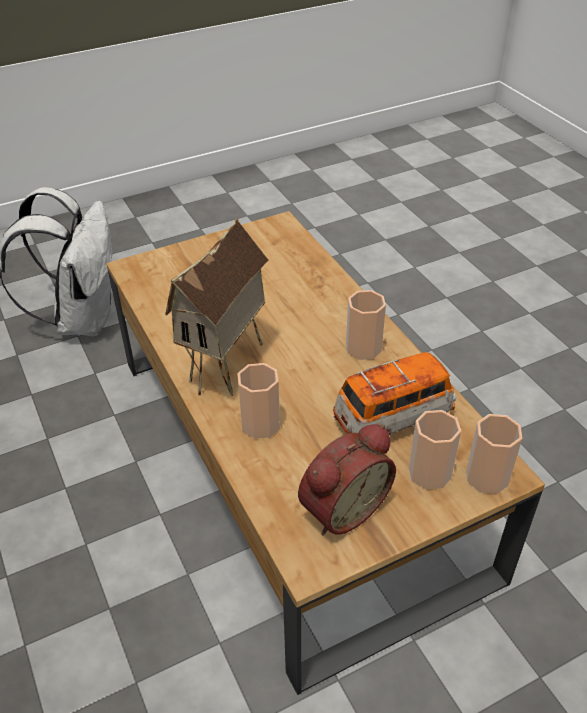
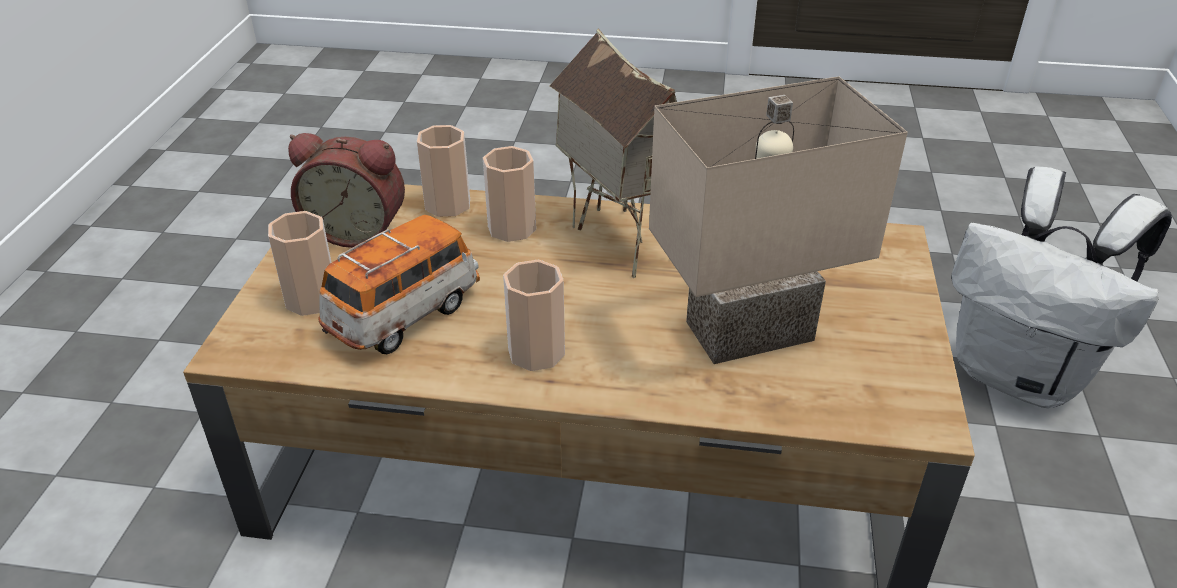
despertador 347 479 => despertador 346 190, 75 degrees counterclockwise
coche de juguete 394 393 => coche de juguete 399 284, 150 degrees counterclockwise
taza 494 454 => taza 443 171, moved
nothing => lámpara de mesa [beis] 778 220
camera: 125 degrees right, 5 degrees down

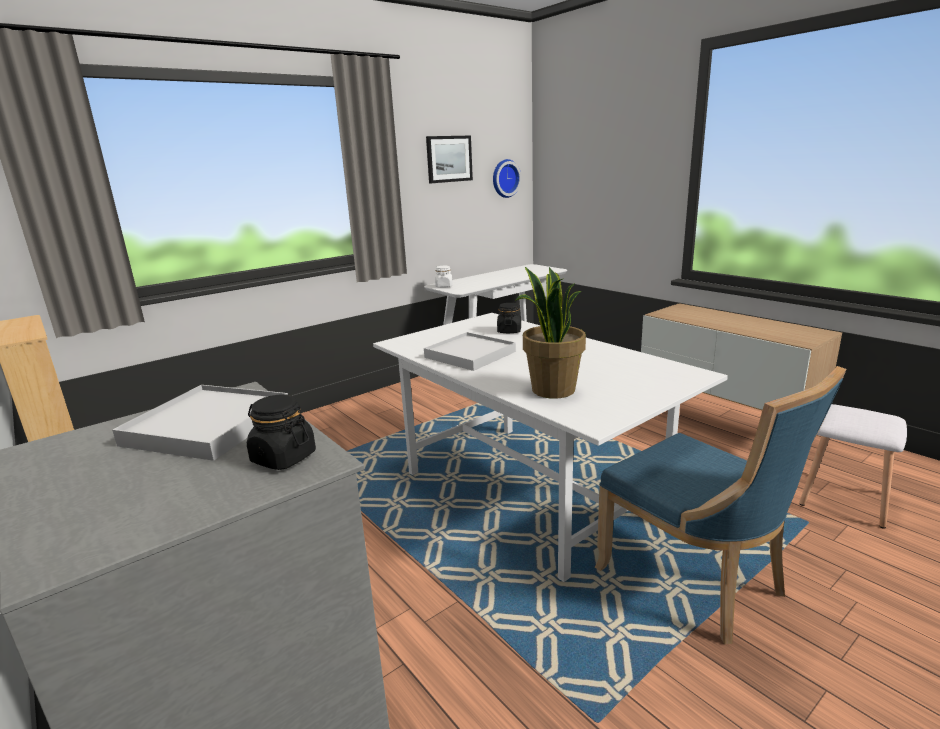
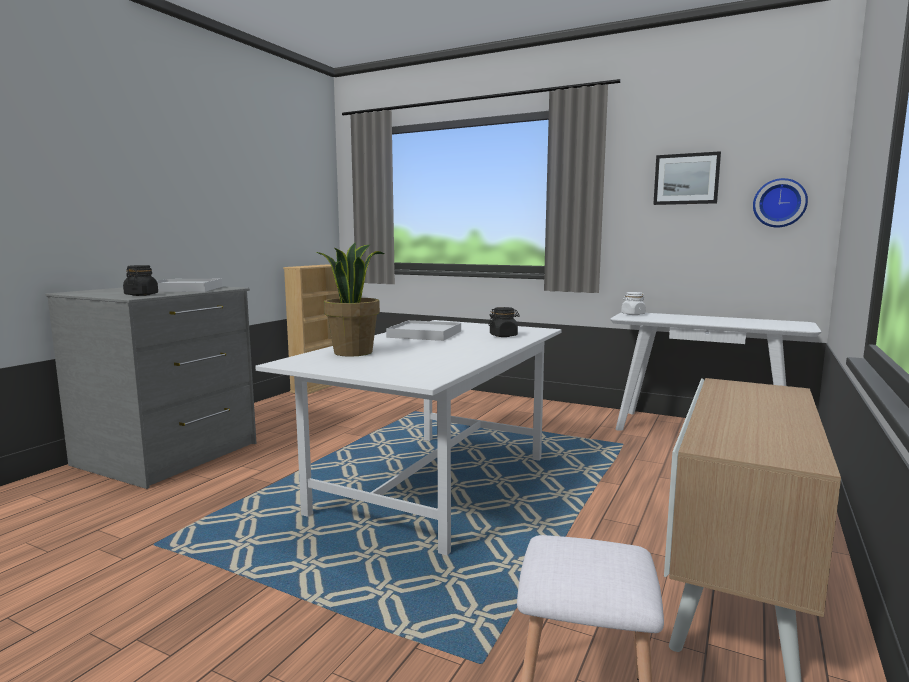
silla [azul] 721 505 => nothing
camera: 65 degrees right, 10 degrees down

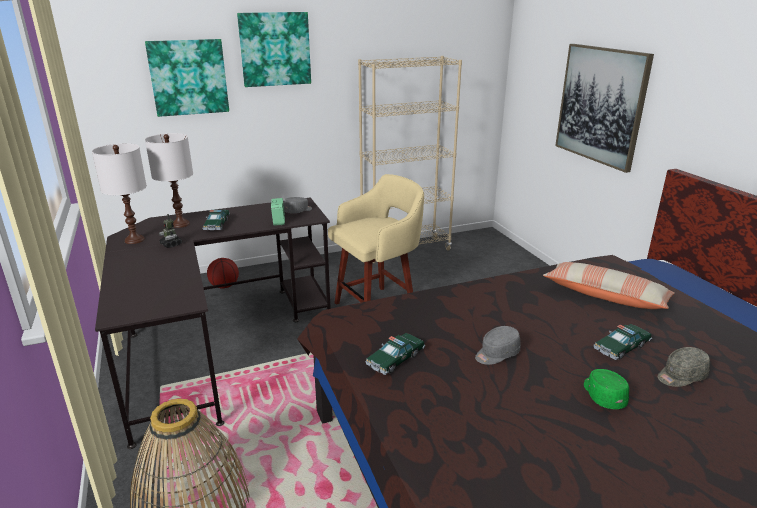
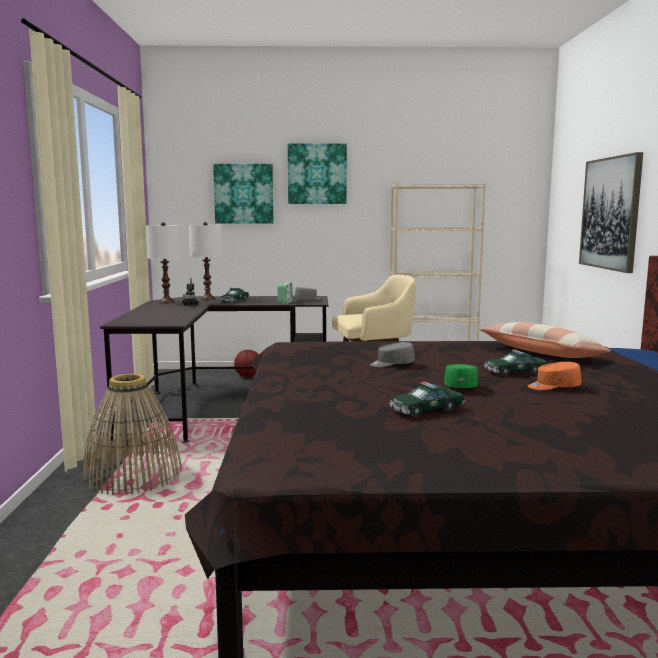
coche de juguete 395 354 => coche de juguete 427 399, moved
gorra [gris] 684 367 => gorra [naranja] 554 376
camera: 20 degrees right, 15 degrees down

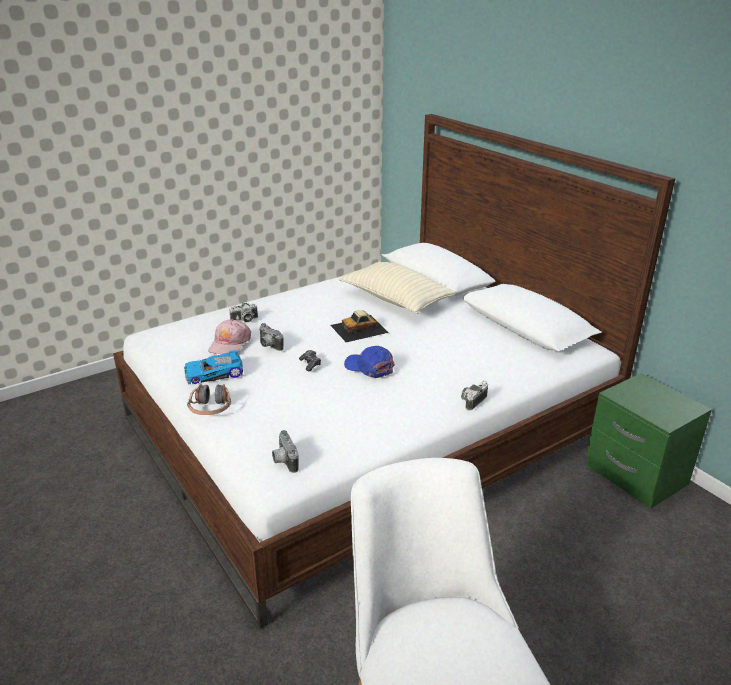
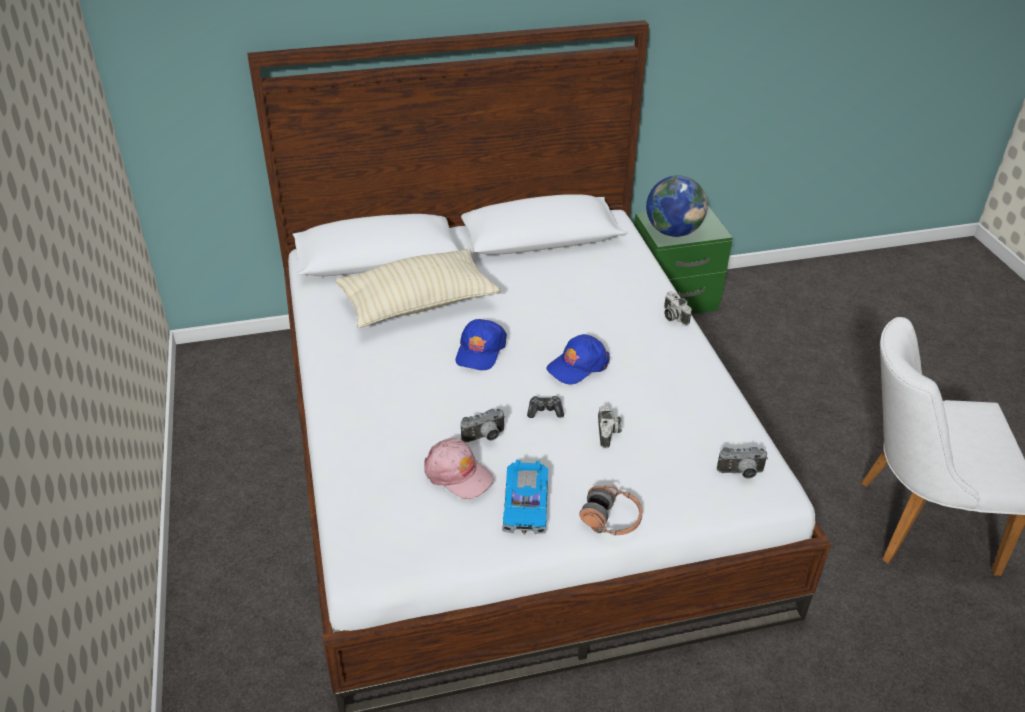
coche de juguete 359 326 => gorra [azul] 481 344
cámara 243 312 => cámara 610 426, moved
nothing => globo terráqueo 677 206
camera: 70 degrees left, 10 degrees up

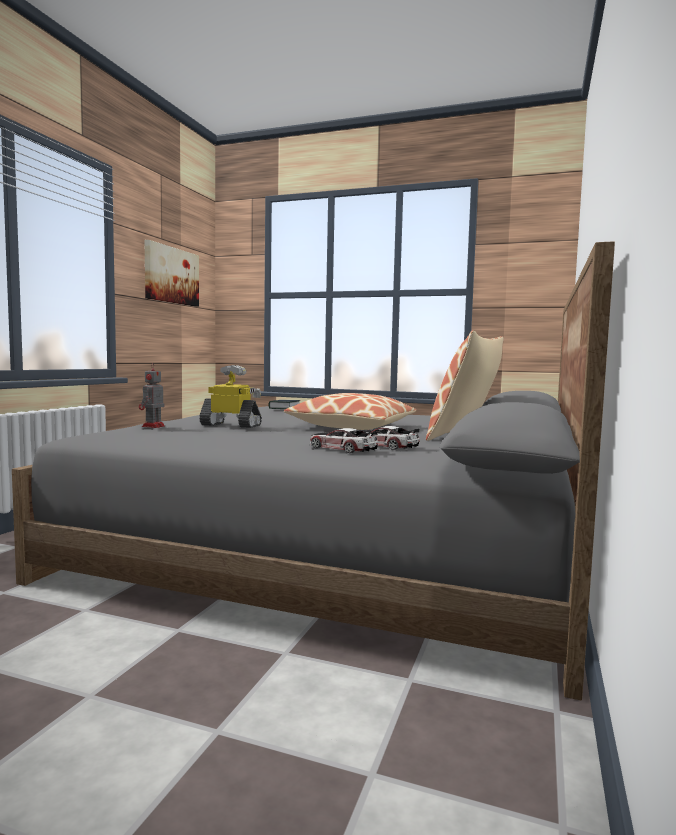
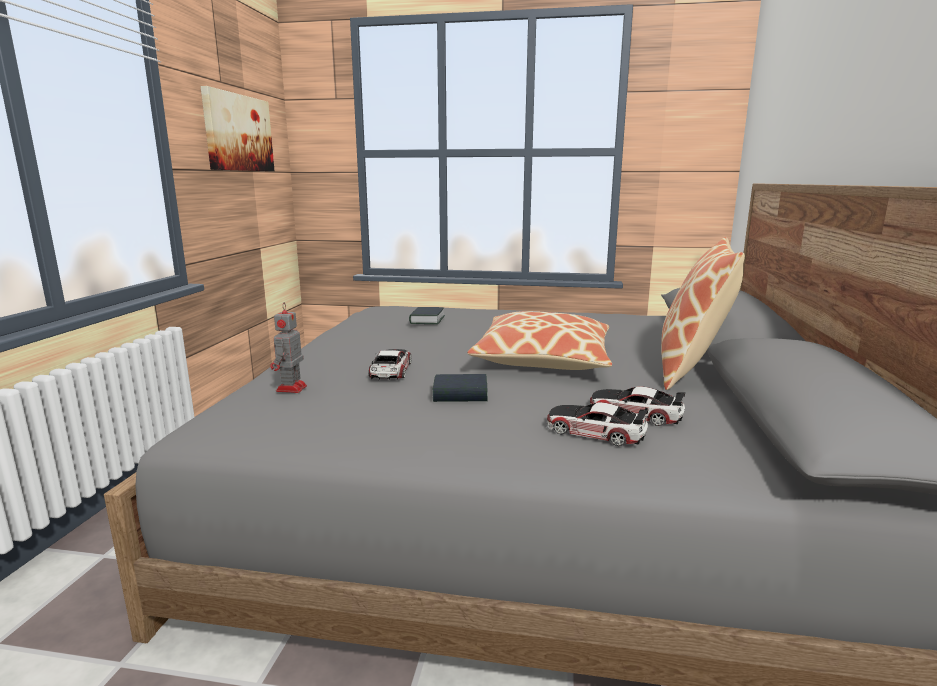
robot de juguete 230 396 => coche de juguete 390 364
nothing => libro 460 388
camera: 10 degrees left, 10 degrees up

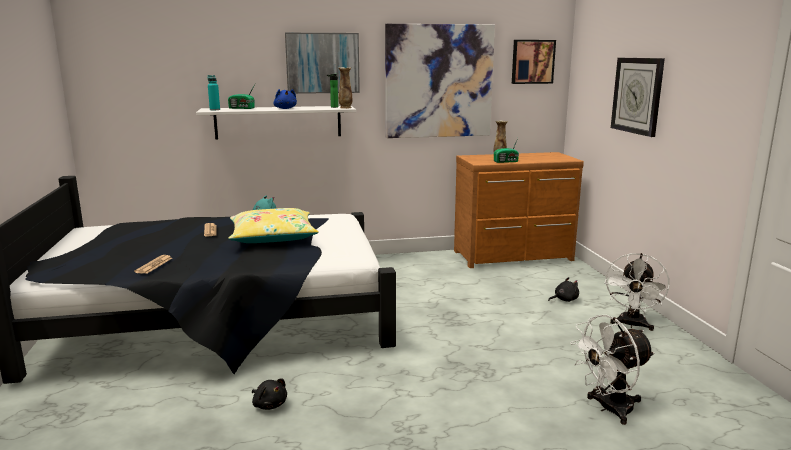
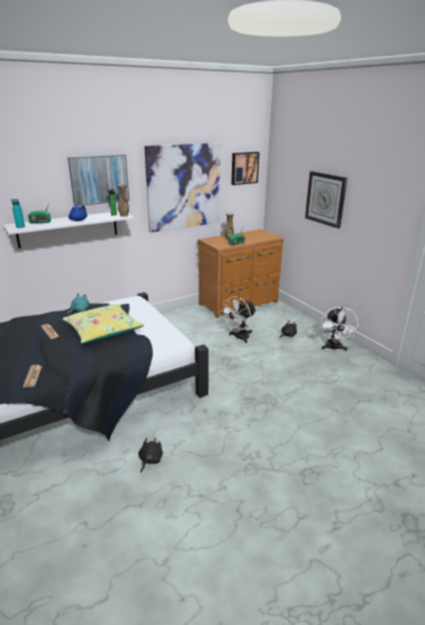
peluche [negro] 269 394 => peluche [negro] 150 455, 90 degrees counterclockwise
ventilador [blanco] 612 370 => ventilador [blanco] 238 319, moved
camera: 20 degrees left, 10 degrees up

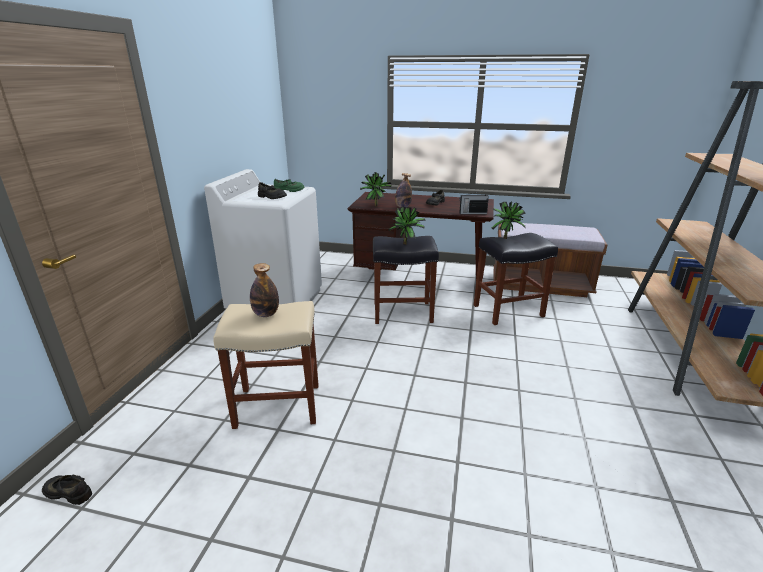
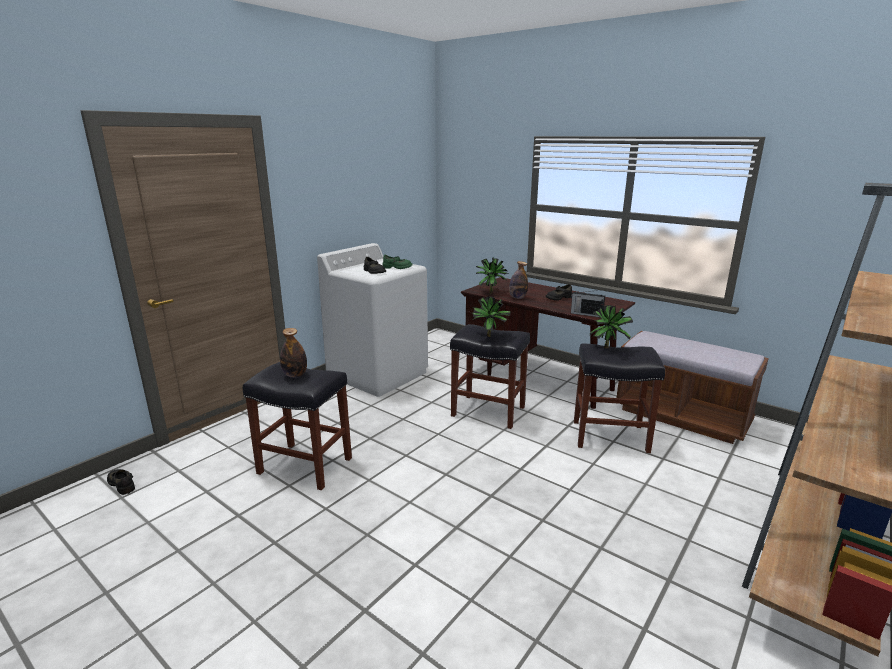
taburete [beis] 266 365 => taburete [negro] 297 426
camera: 25 degrees right, 5 degrees down

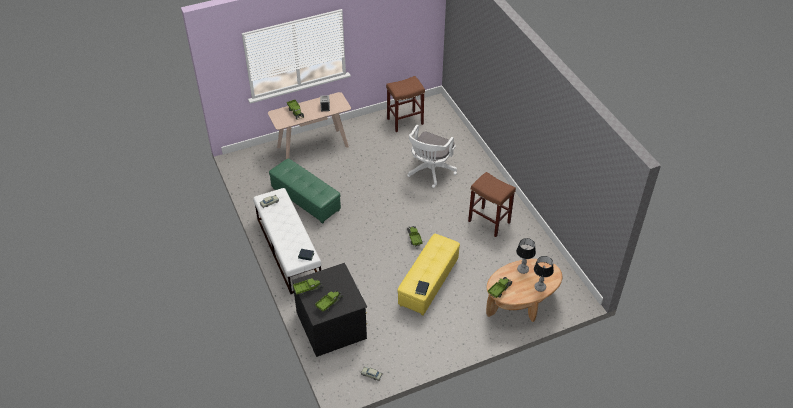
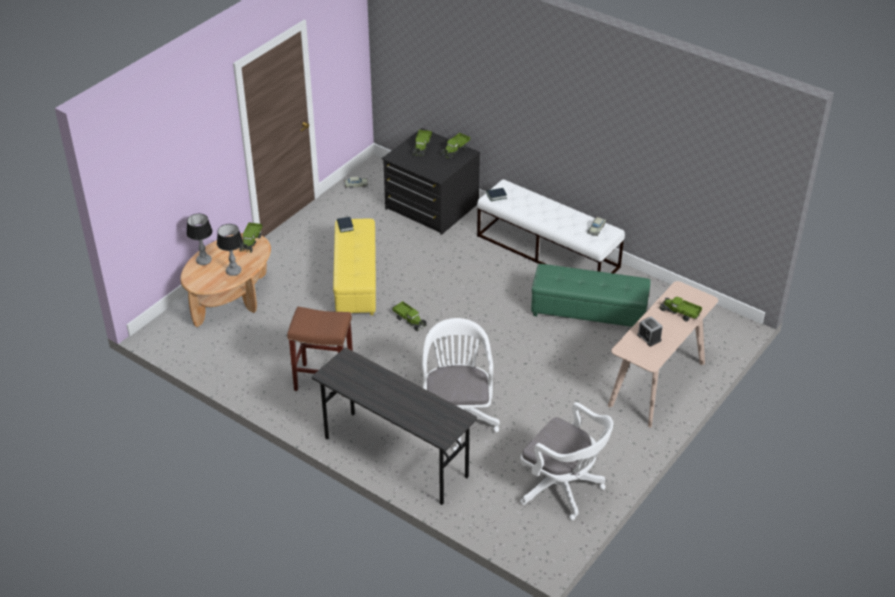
nothing => escritorio [gris] 394 426
taburete [marrón] 405 104 => silla de oficina [blanco] 566 461
camera: 150 degrees right, 5 degrees down

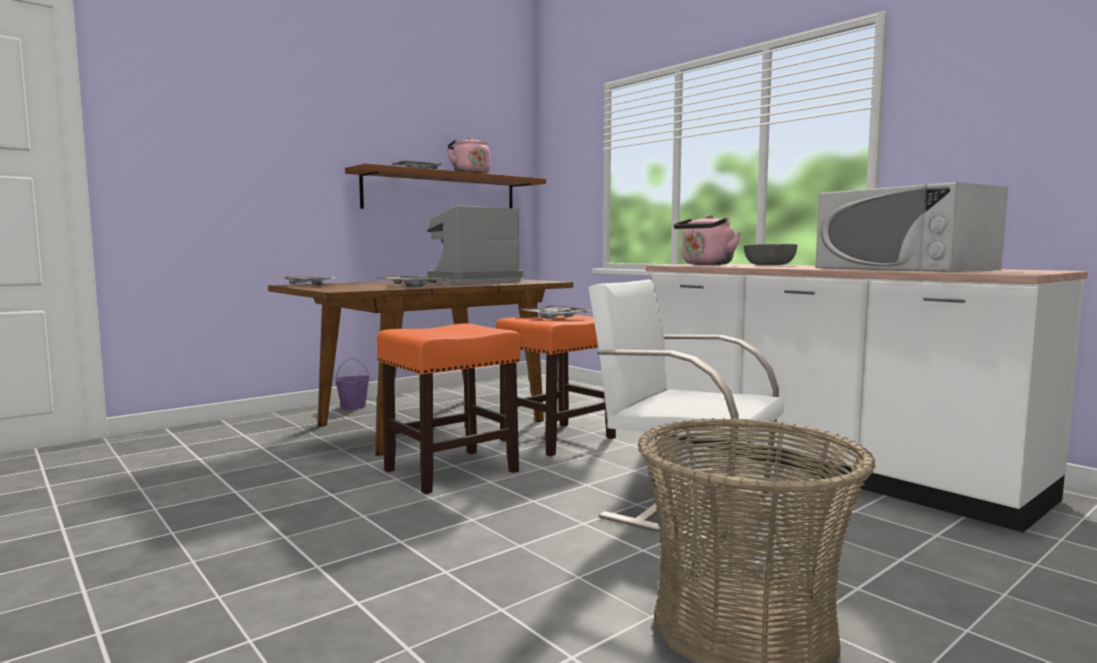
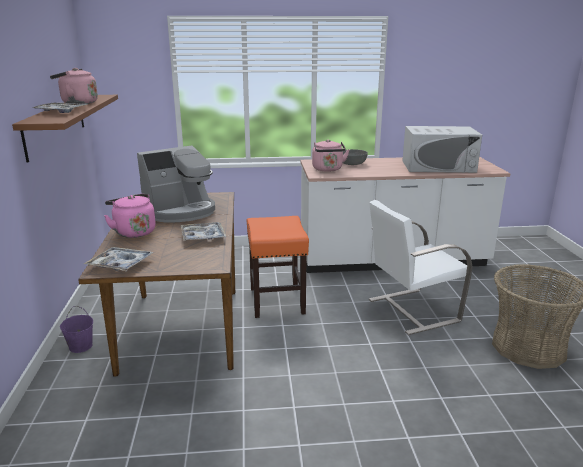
nothing => hervidor [rosa] 130 216
cafetera 475 245 => cafetera 176 184, 120 degrees counterclockwise
taburete [naranja] 449 408 => nothing
bandeja 555 312 => nothing
camera: 55 degrees left, 15 degrees up

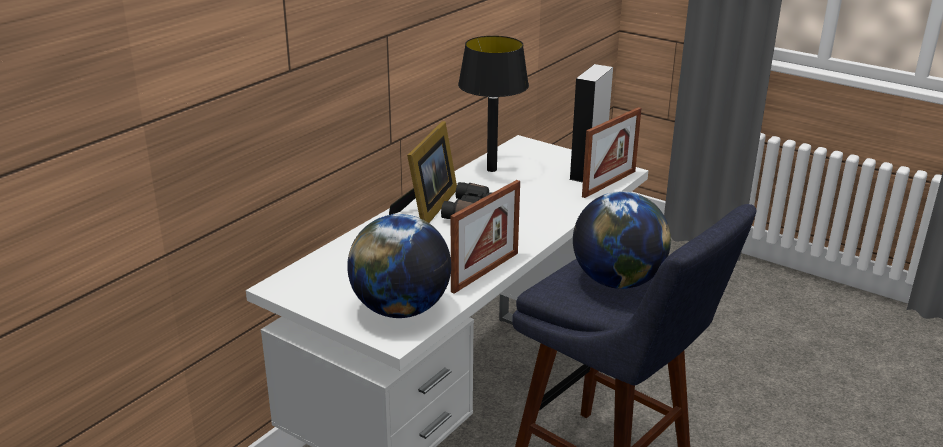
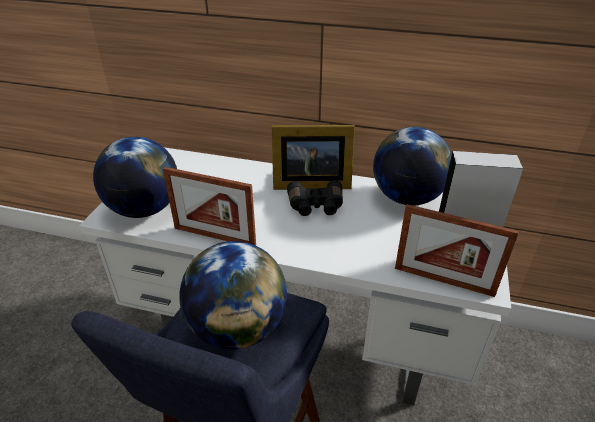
lámpara de mesa [negro] 493 104 => globo terráqueo 412 166
camera: 70 degrees right, 10 degrees up

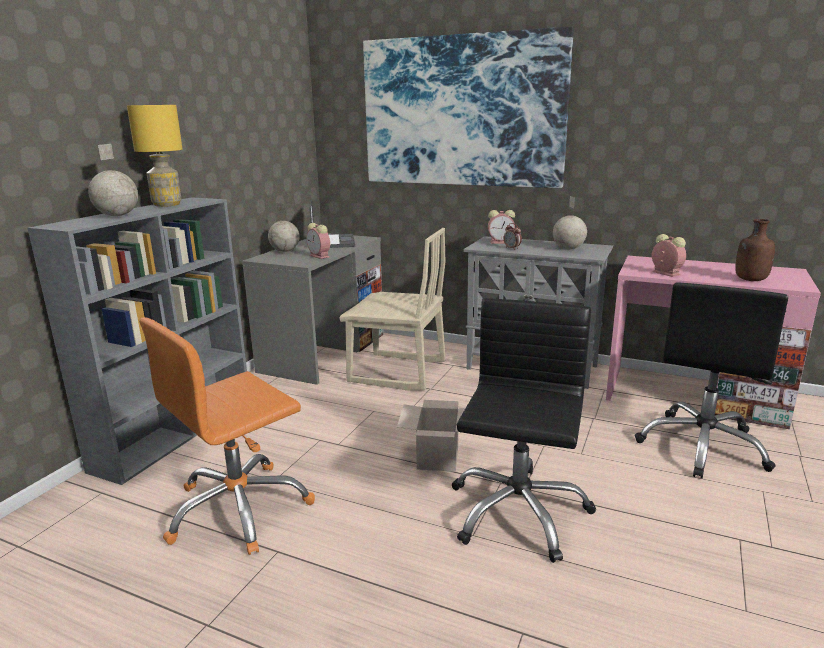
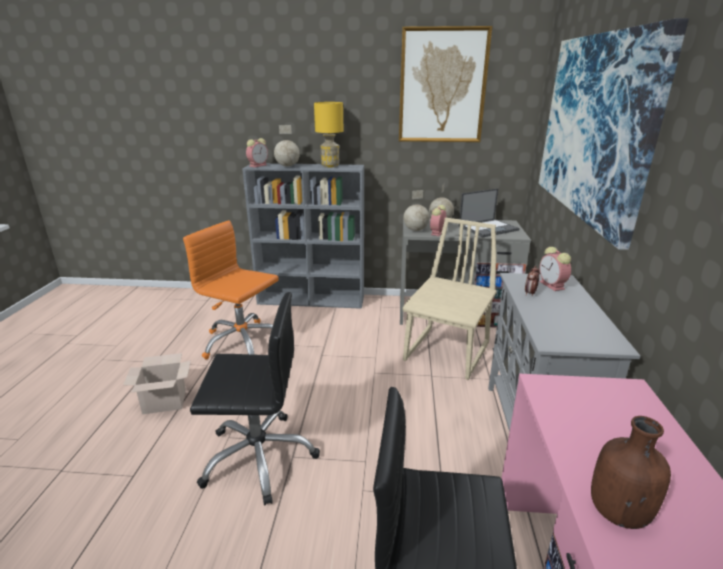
caja de cartón 431 436 => caja de cartón 157 383, moved
despertador 669 255 => despertador 257 152, moved
nothing => cuadro 445 84
globo terráqueo 570 222 => globo terráqueo 416 210, moved
silla [beis] 392 309 => silla [beis] 450 299, 150 degrees counterclockwise
camera: 70 degrees right, 5 degrees up

